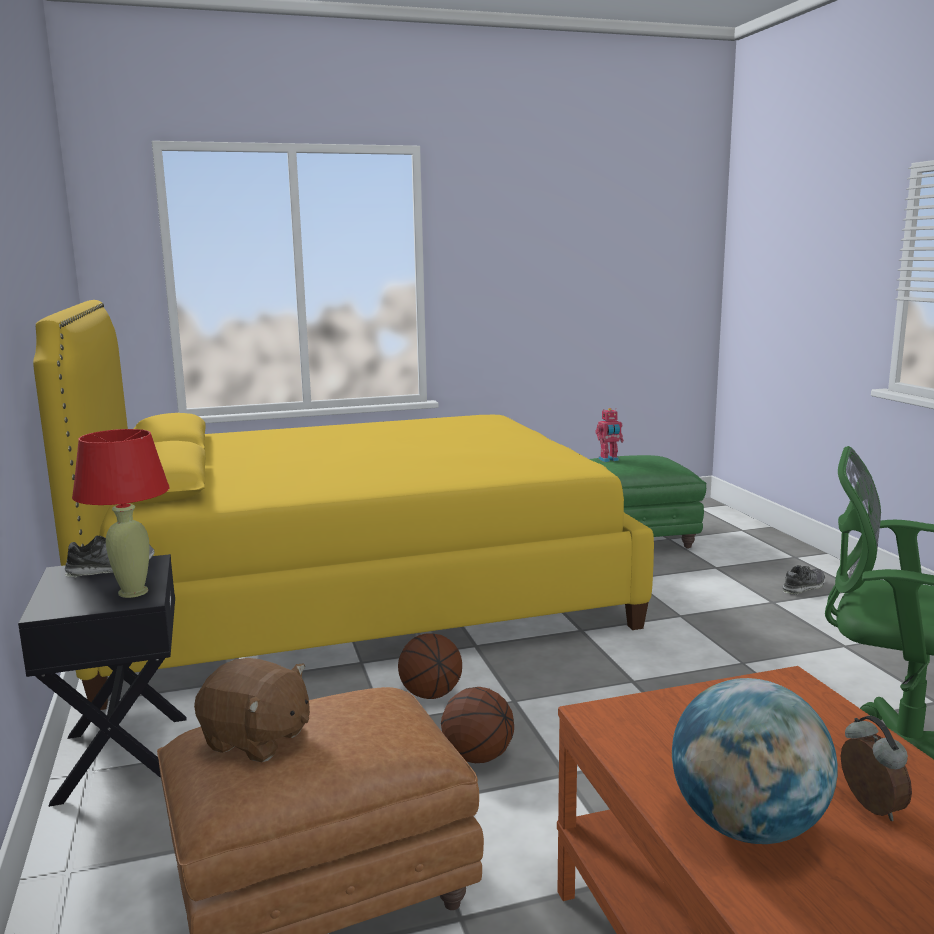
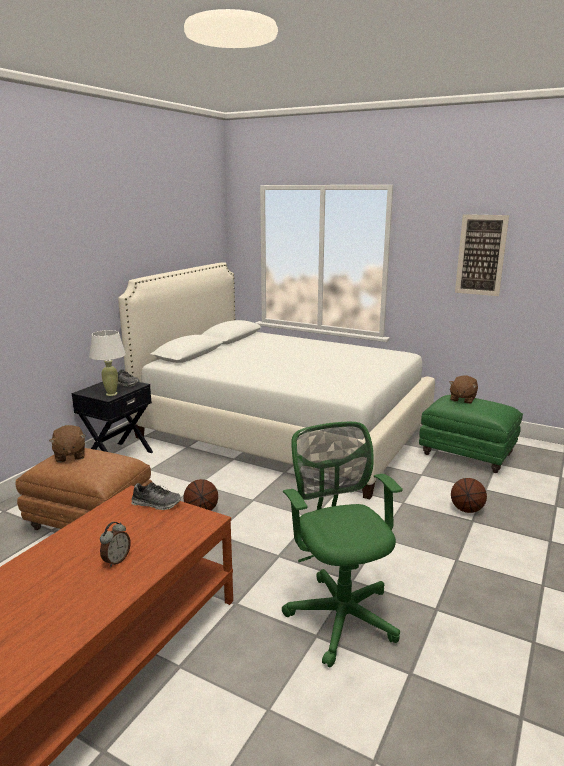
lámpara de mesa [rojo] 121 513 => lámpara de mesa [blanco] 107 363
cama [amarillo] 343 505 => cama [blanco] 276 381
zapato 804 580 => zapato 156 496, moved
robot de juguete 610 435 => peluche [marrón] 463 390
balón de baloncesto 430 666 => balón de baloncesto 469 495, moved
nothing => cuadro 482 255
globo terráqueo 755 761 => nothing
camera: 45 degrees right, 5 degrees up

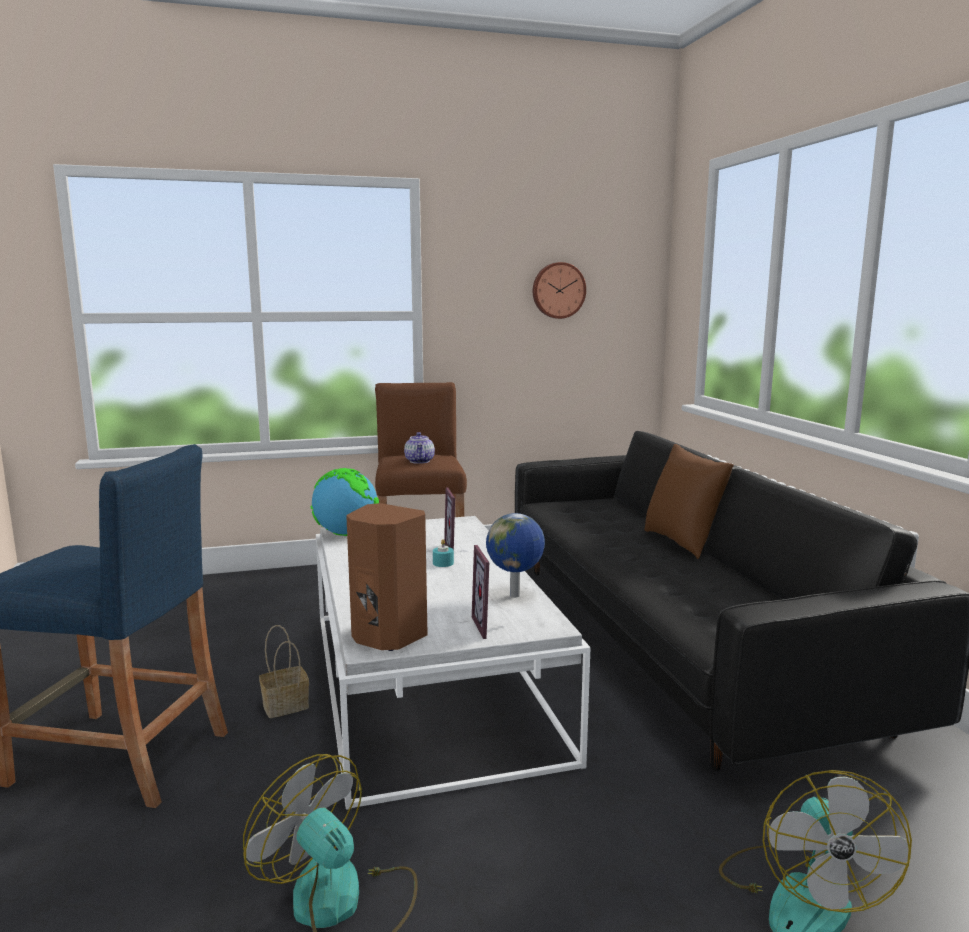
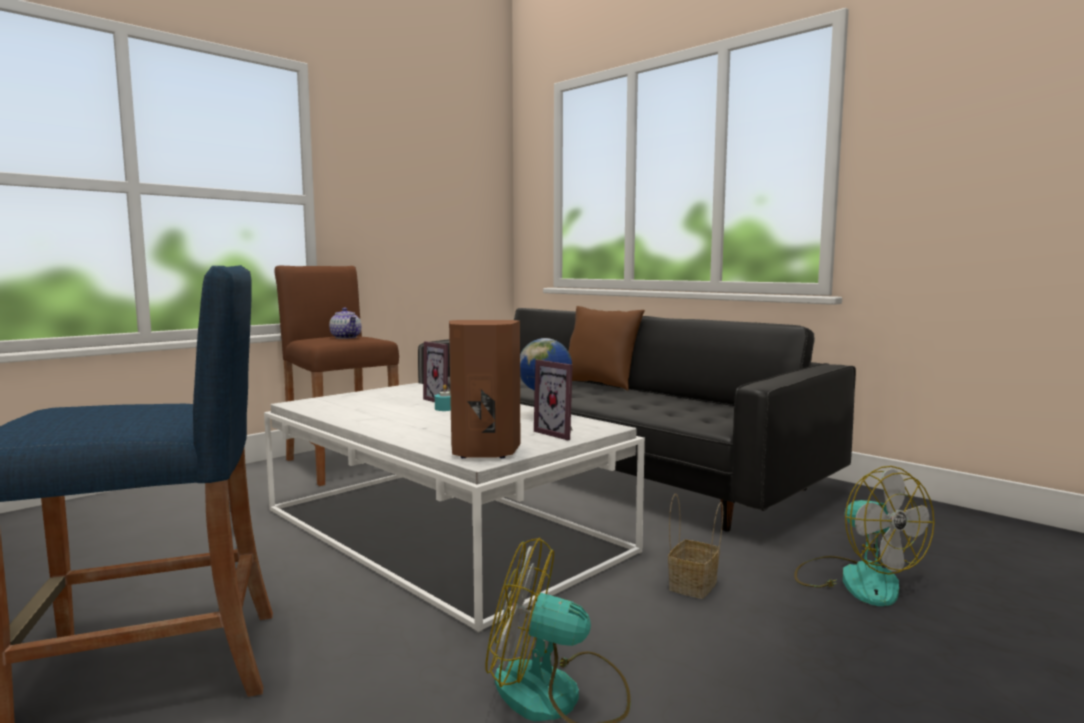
cesta 284 671 => cesta 695 546, moved
globo terráqueo 345 502 => nothing
reloj de pared 559 290 => nothing
camera: 30 degrees left, 5 degrees down

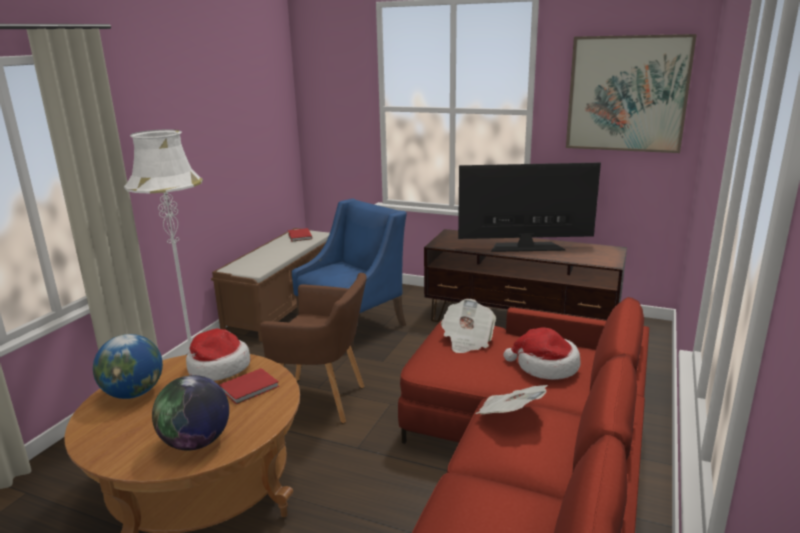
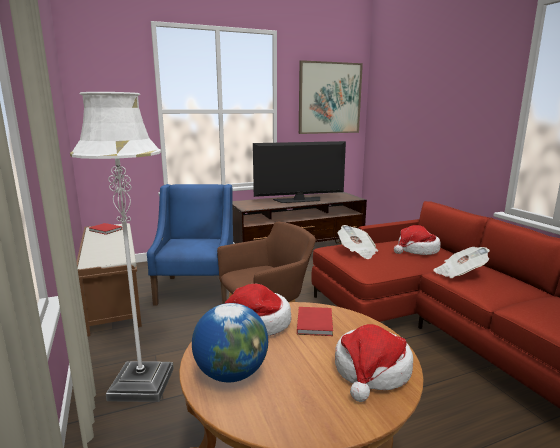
televisor 529 207 => televisor 299 172, 150 degrees counterclockwise
globo terráqueo 190 412 => sombrero 374 363
camera: 45 degrees left, 5 degrees down

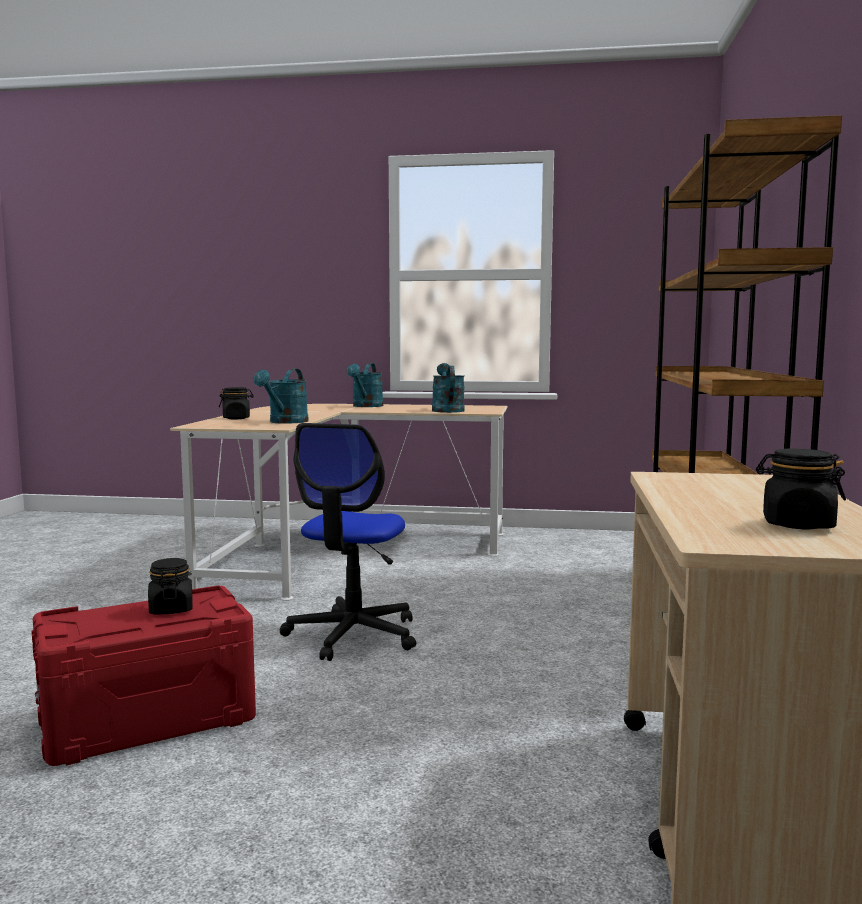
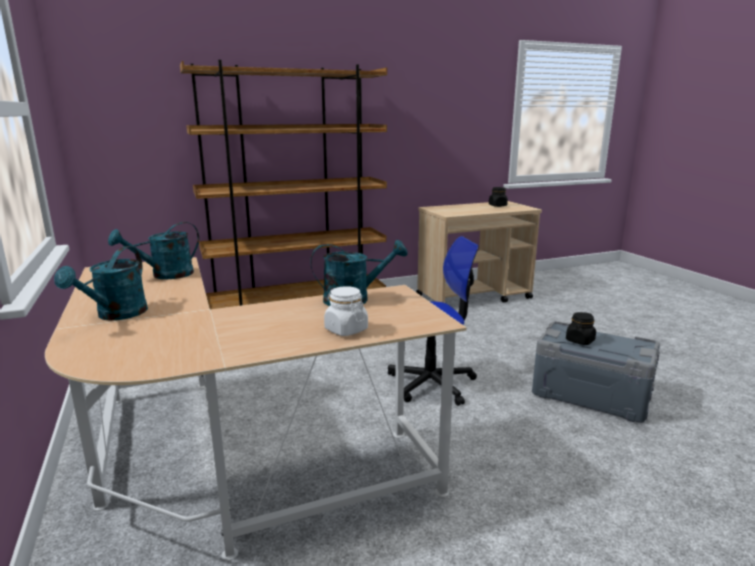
regadera [turquesa] 365 385 => regadera [turquesa] 101 283, 120 degrees clockwise
tarro [negro] 236 403 => tarro [blanco] 346 311
caja de almacenaje [rojo] 144 676 => caja de almacenaje [gris] 596 372
camera: 120 degrees left, 10 degrees up

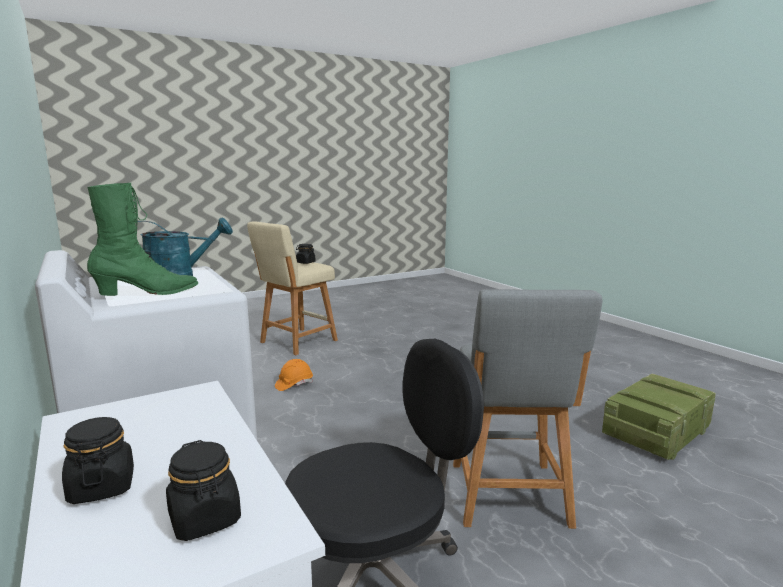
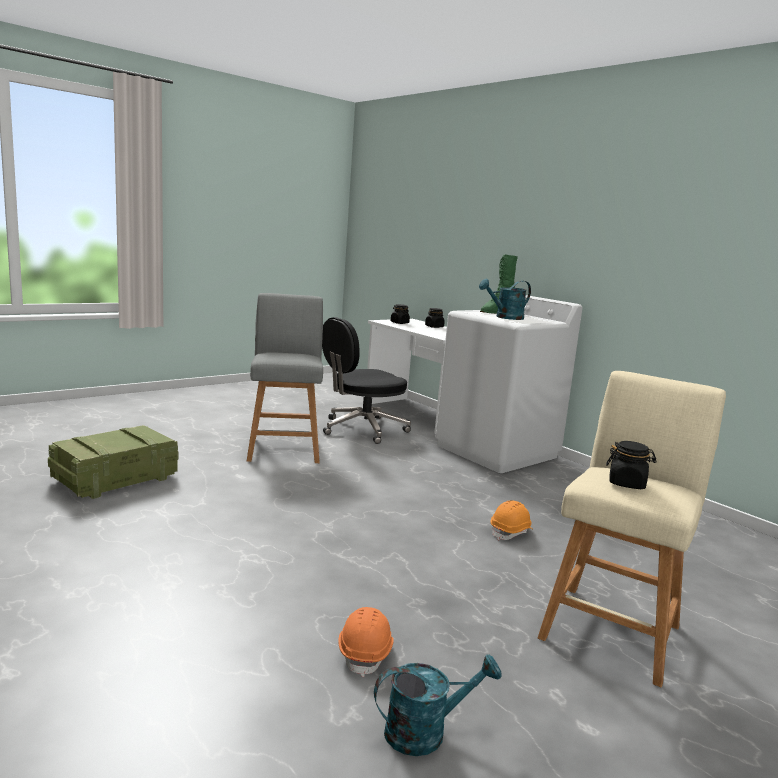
nothing => casco [naranja] 366 642
nothing => regadera [turquesa] 438 705
camera: 170 degrees right, 0 degrees up

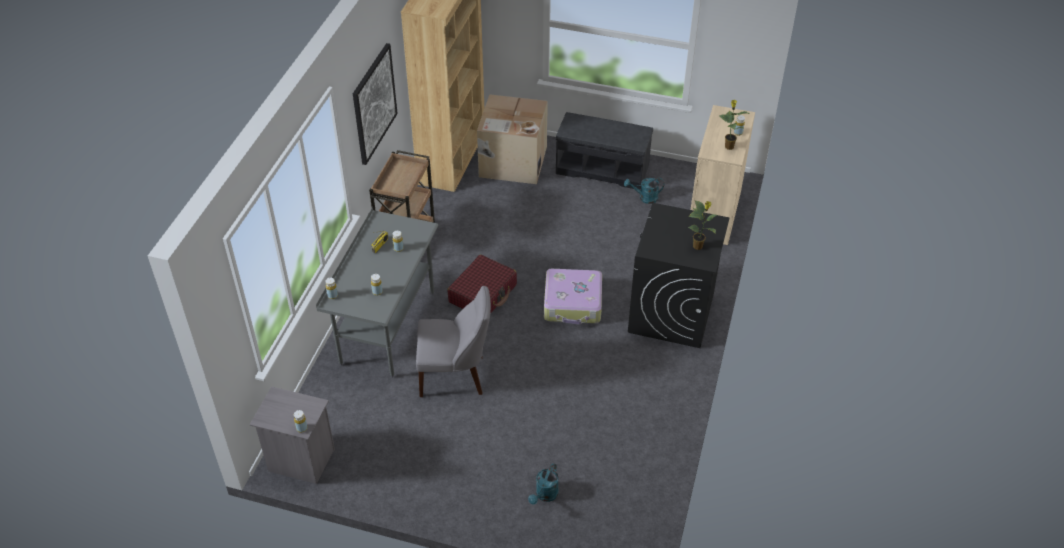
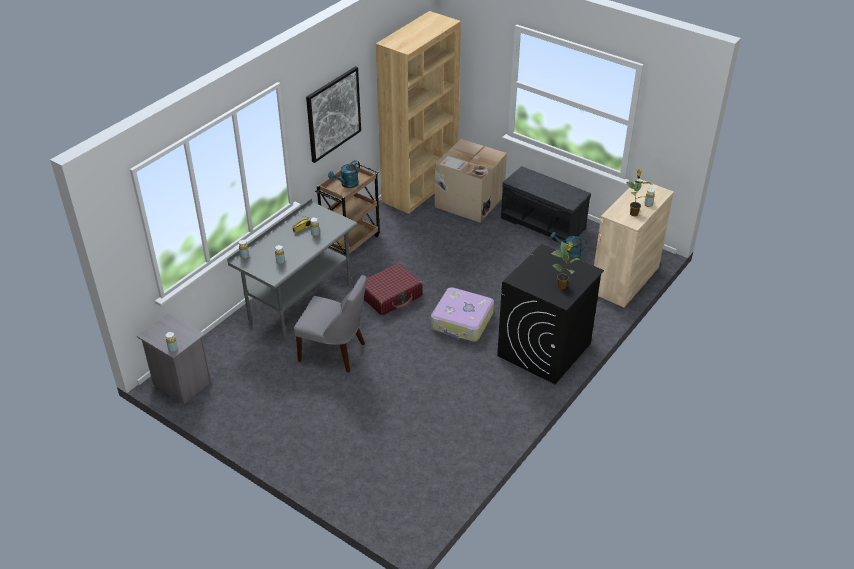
regadera [turquesa] 543 484 => regadera [turquesa] 344 174, moved
camera: 20 degrees right, 5 degrees down

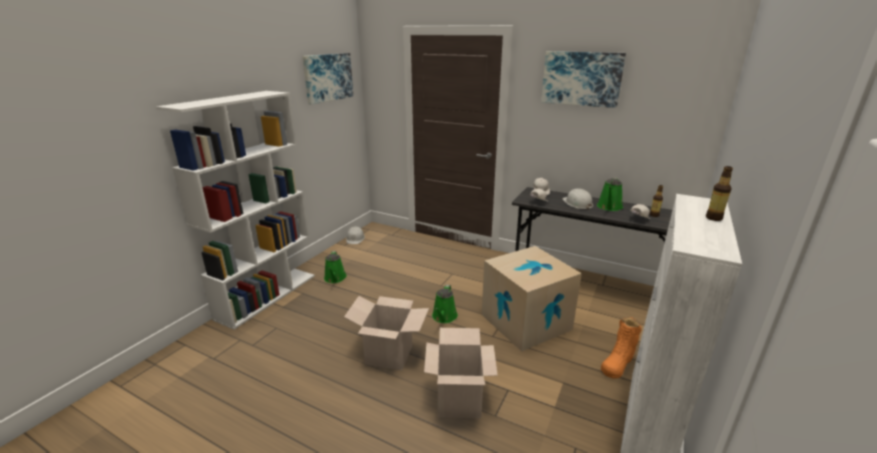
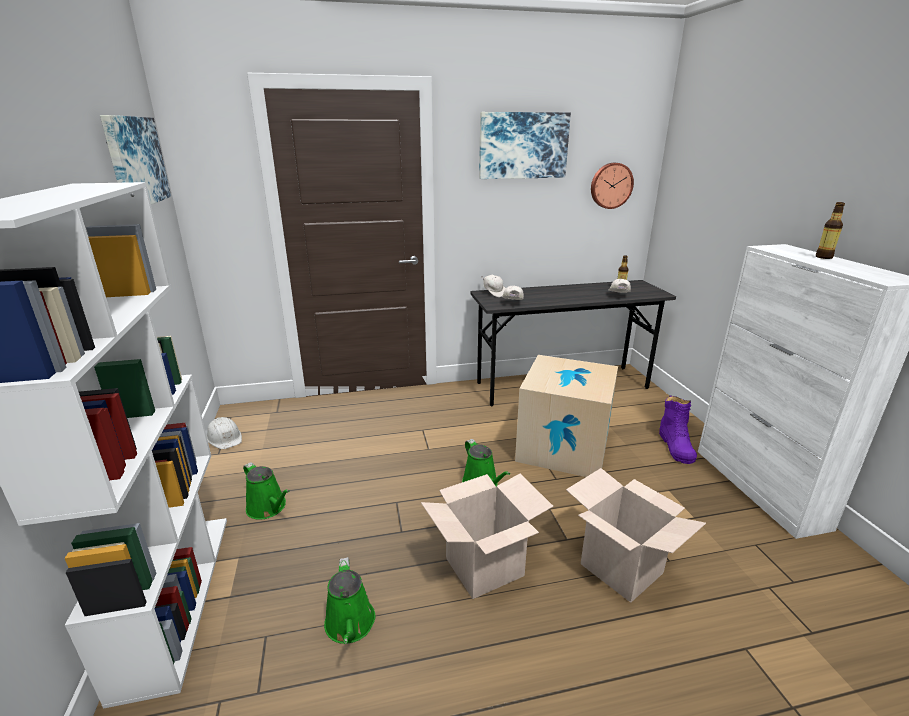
regadera [verde] 610 194 => regadera [verde] 349 600, moved
nothing => reloj de pared 612 186
bota [naranja] 621 348 => bota [morado] 678 430
casco [blanco] 577 199 => nothing
camera: 40 degrees left, 0 degrees up

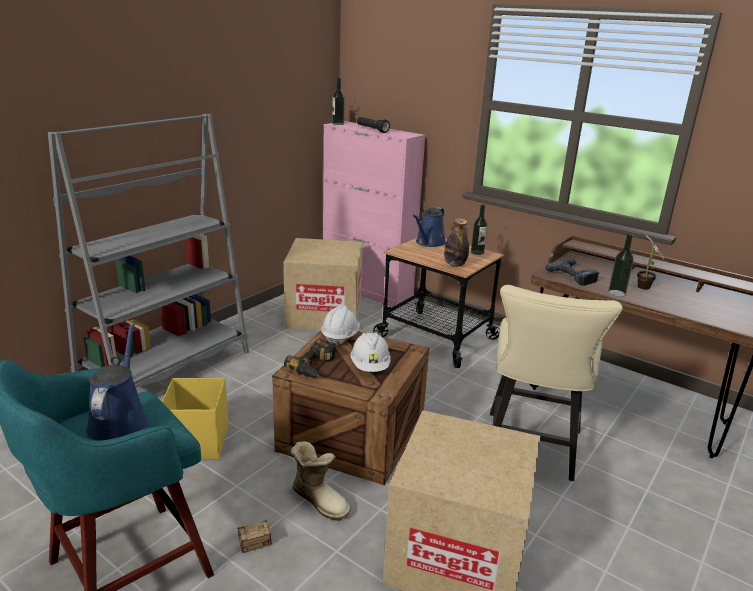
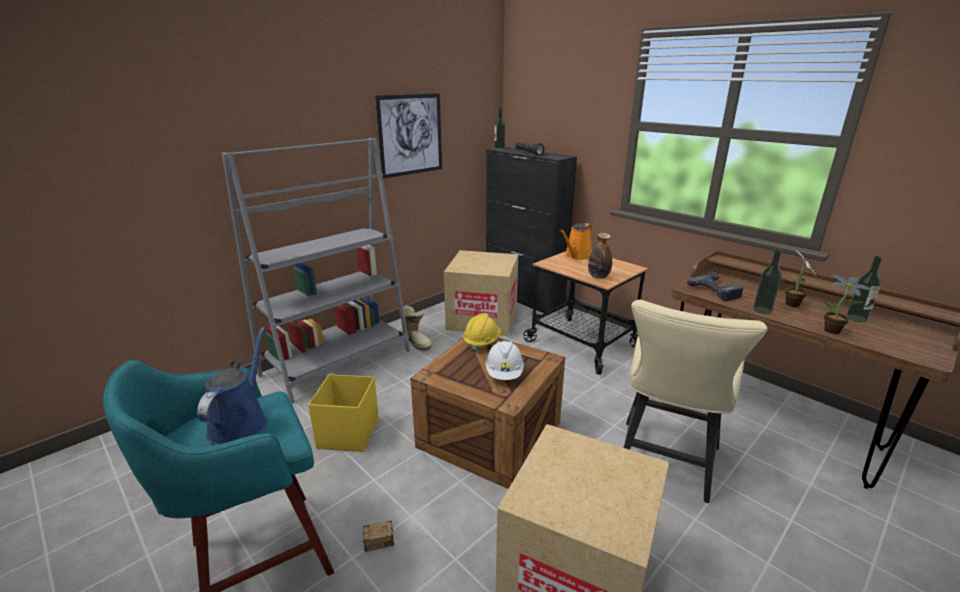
nothing => cuadro 408 136
bota 321 481 => bota 415 328, moved
casco [blanco] 340 326 => casco [amarillo] 481 333
armario [rosa] 374 214 => armario [negro] 531 231
regadera [azul] 429 227 => regadera [naranja] 576 241
nothing => planta en maceta 848 304
botella 479 229 => botella 864 289, moved
taladro 310 358 => nothing
camera: 10 degrees right, 0 degrees up

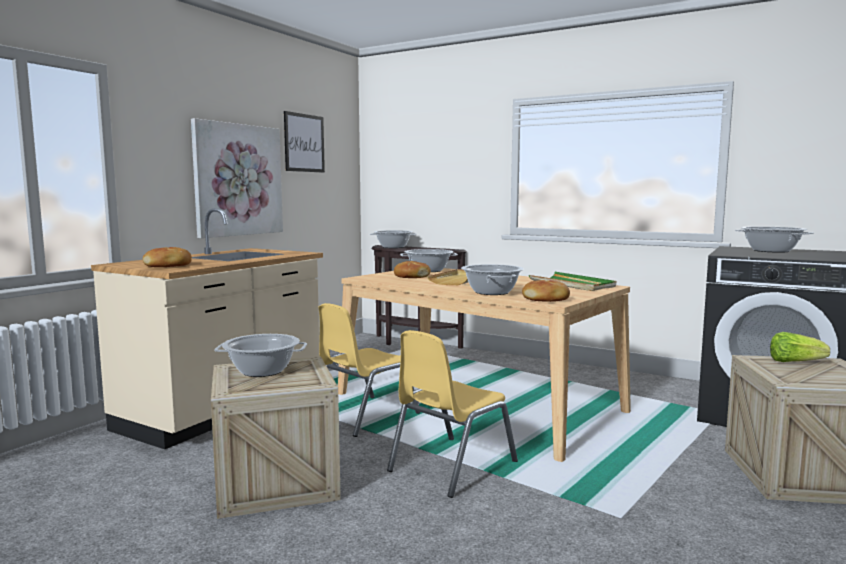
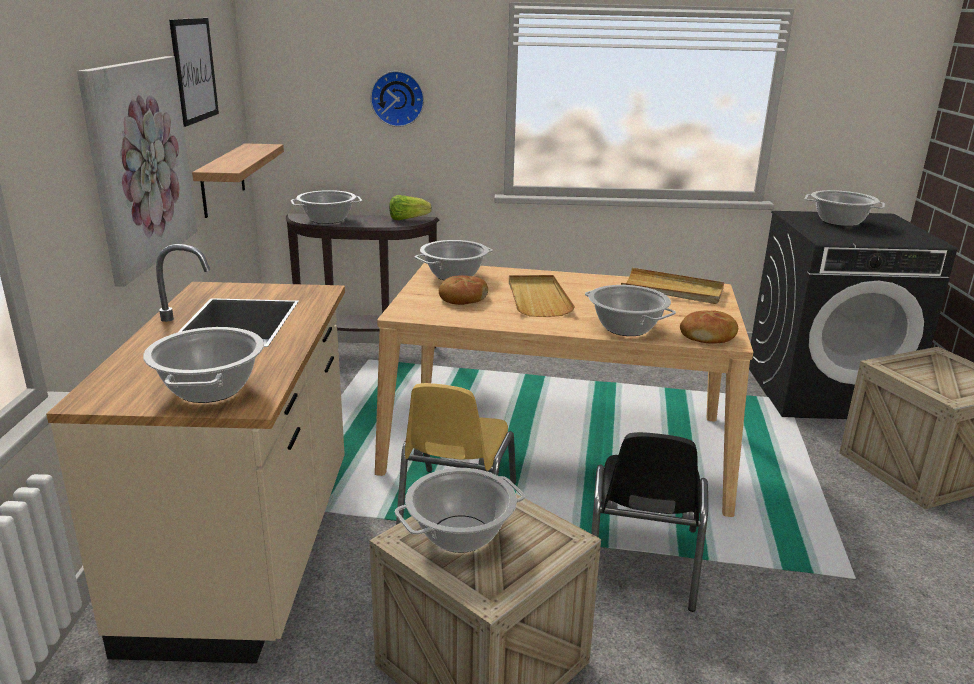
pan 167 257 => olla 203 365
nothing => estante 238 180
nothing => reloj de pared 397 99
lechuga 800 347 => lechuga 410 207, moved
silla [amarillo] 452 414 => silla [negro] 649 522
bandeja [verde] 572 281 => bandeja [beis] 672 286
camera: 30 degrees left, 15 degrees up

